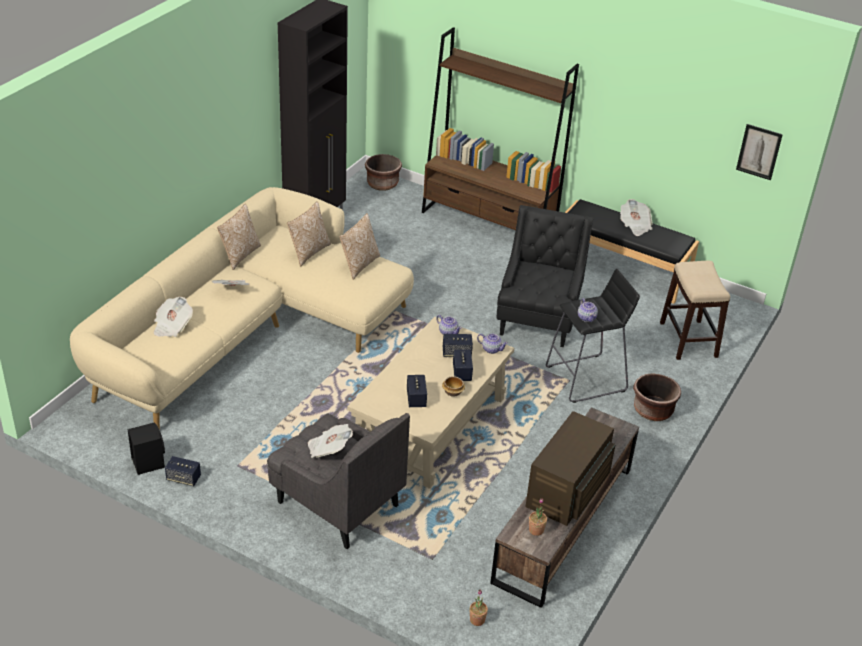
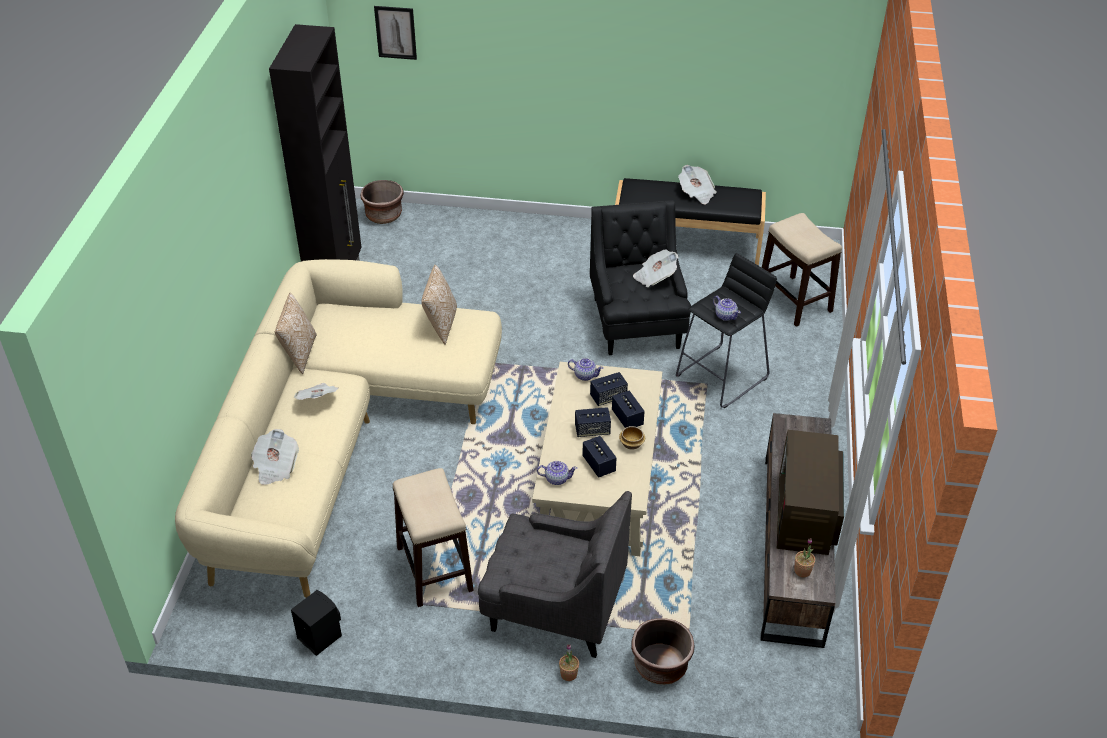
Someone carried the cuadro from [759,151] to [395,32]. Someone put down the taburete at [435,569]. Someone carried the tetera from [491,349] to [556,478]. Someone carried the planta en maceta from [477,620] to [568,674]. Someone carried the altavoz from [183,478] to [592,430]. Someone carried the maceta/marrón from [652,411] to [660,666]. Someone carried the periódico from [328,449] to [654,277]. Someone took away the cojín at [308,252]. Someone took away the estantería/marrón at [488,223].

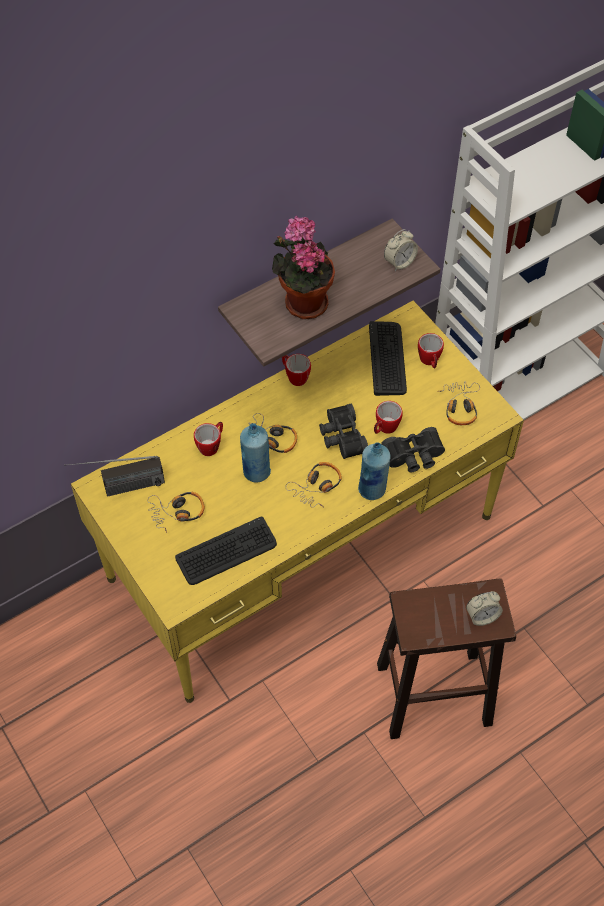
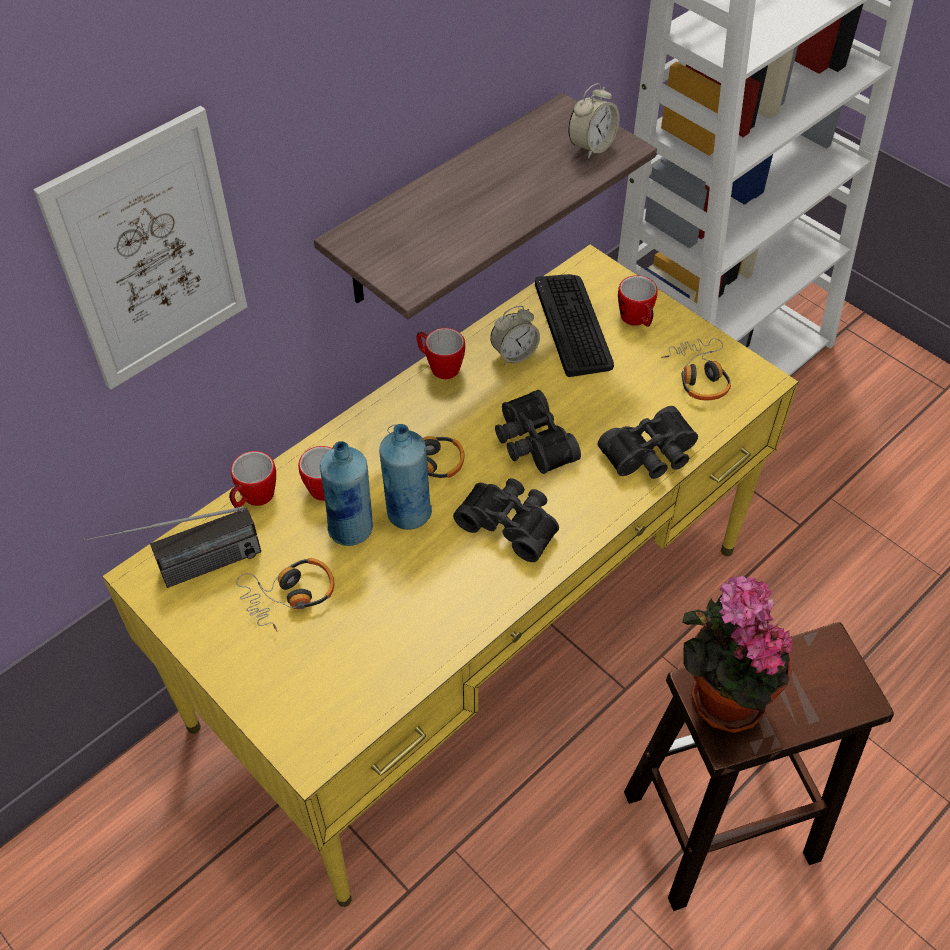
Someone put up the cuadro at [150,253]. Someone carried the taza grande from [384,428] to [254,498]. Someone carried the botella/azul from [372,490] to [351,529]. Someone swapped the auriculares at [317,487] for the prismáticos/negro at [510,523]. Someone carried the despertador from [482,616] to [514,354]. Someone carried the planta en maceta from [303,301] to [720,696]. Someone took away the teclado at [226,552].

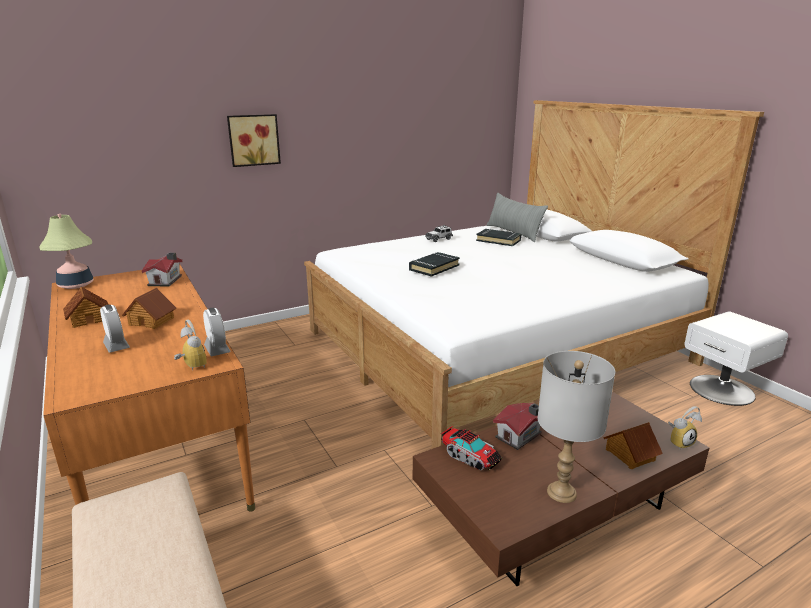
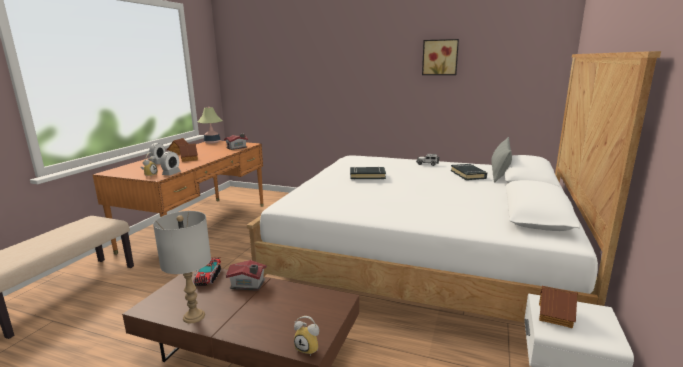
Someone carried the cuadro from [253,140] to [440,57]. Someone carried the casita from [629,455] to [554,315].

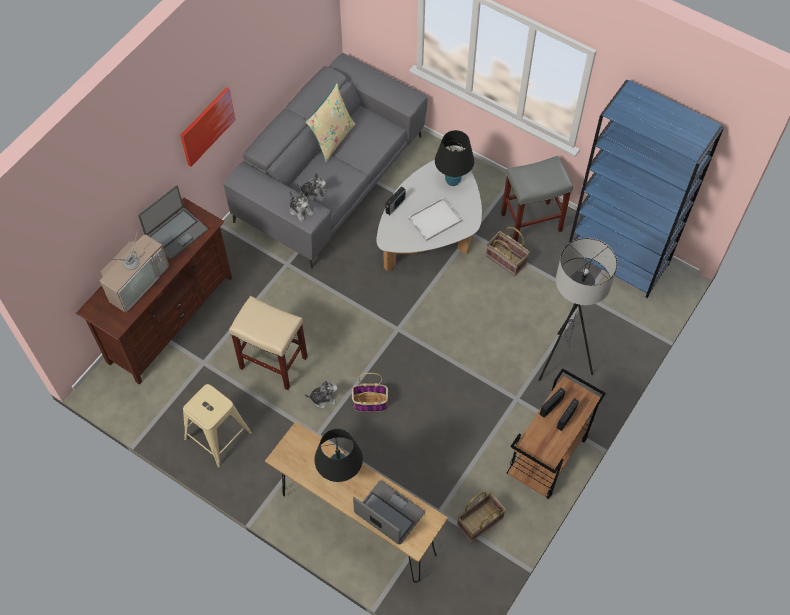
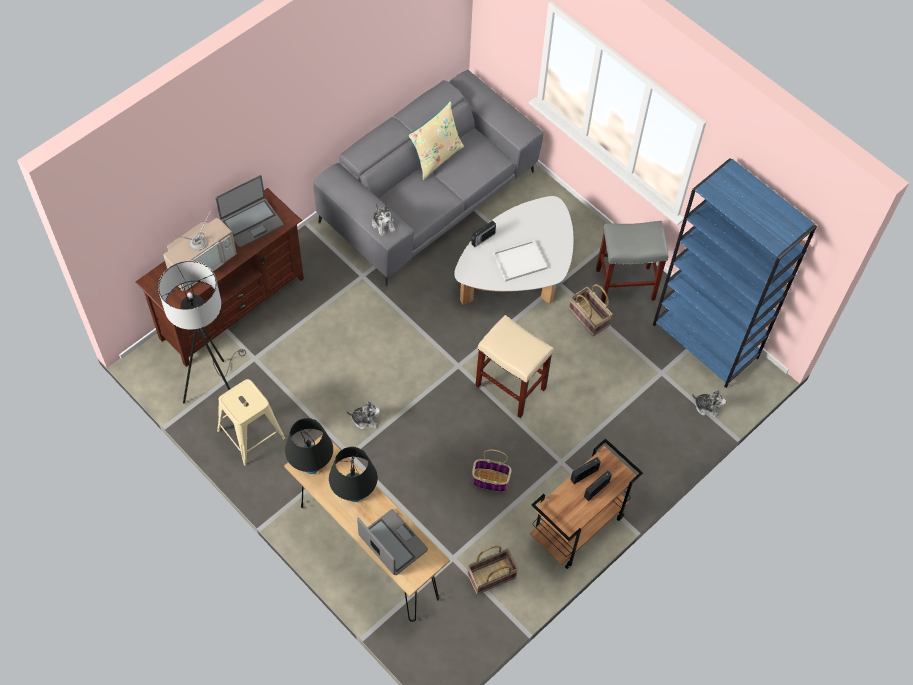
Someone carried the lámpara de pie/gris from [561,358] to [216,386]. Someone carried the lámpara de mesa/negro from [453,180] to [311,466]. Someone carried the cesta from [369,402] to [489,480]. Someone carried the taburete/beis from [272,362] to [509,387]. Someone carried the peluche from [313,193] to [707,406]. Someone took away the cuadro at [207,126].

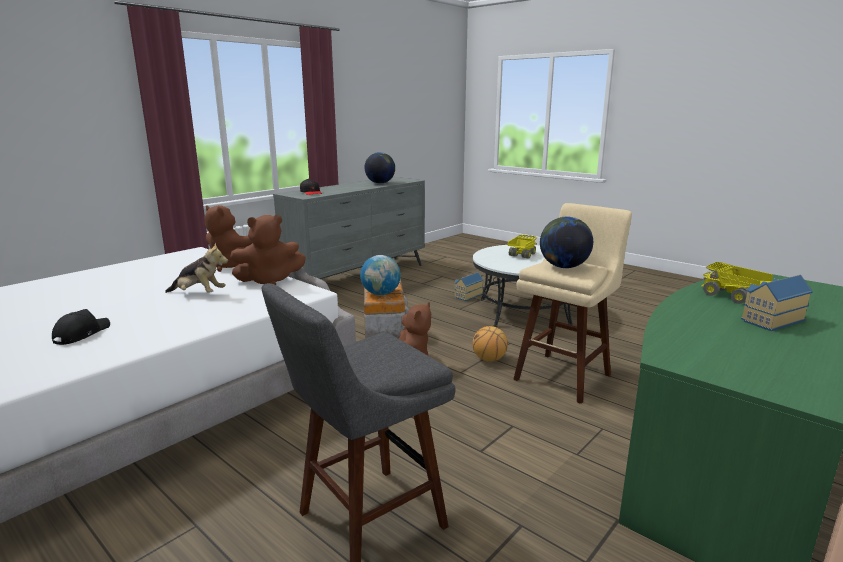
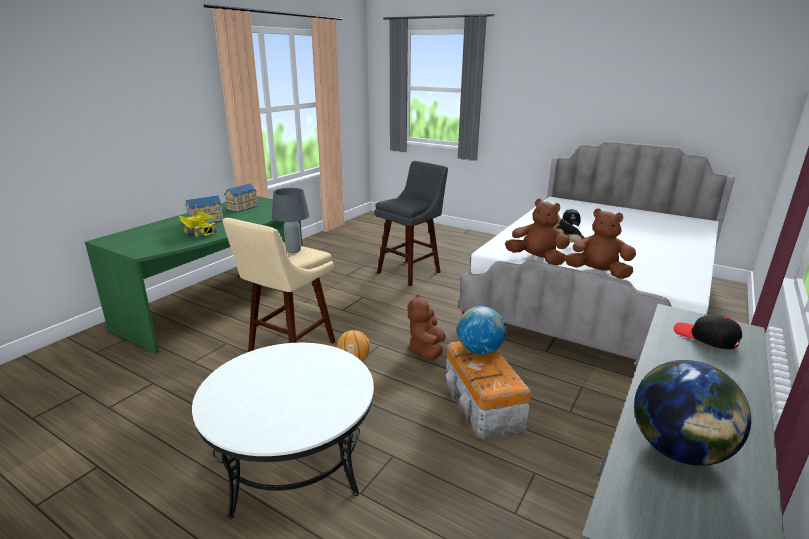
Someone carried the casita from [467,295] to [243,207]. Someone swapped the globo terráqueo at [563,267] for the lámpara de mesa/gris at [294,251]. Someone rotated the peluche/marrón at [269,281] by 60 degrees clockwise. Someone took away the camión de juguete at [521,255].

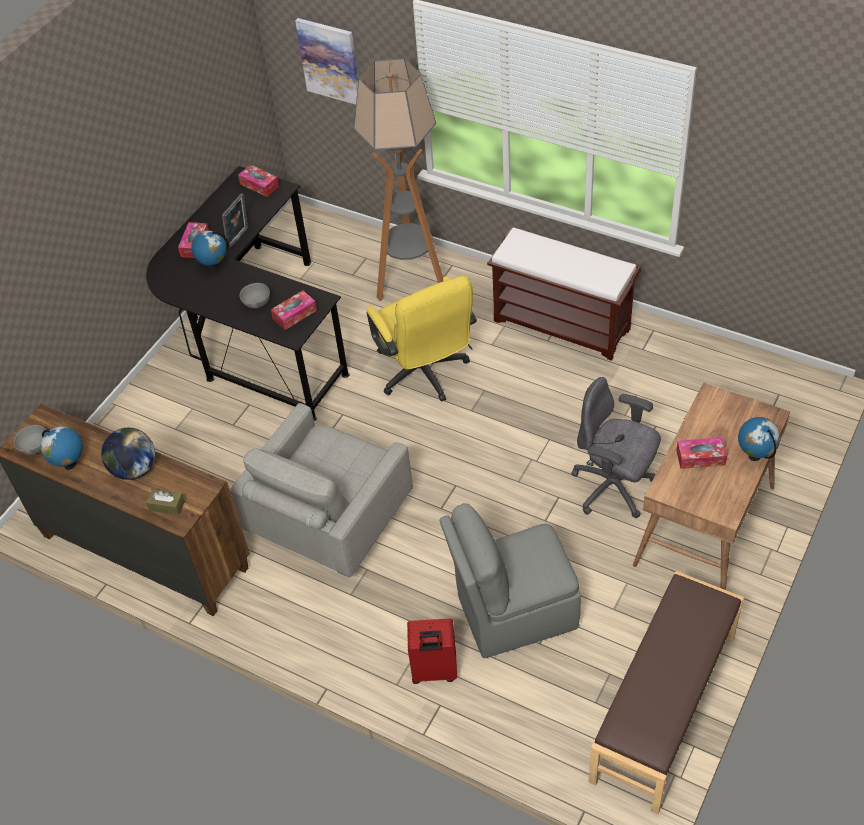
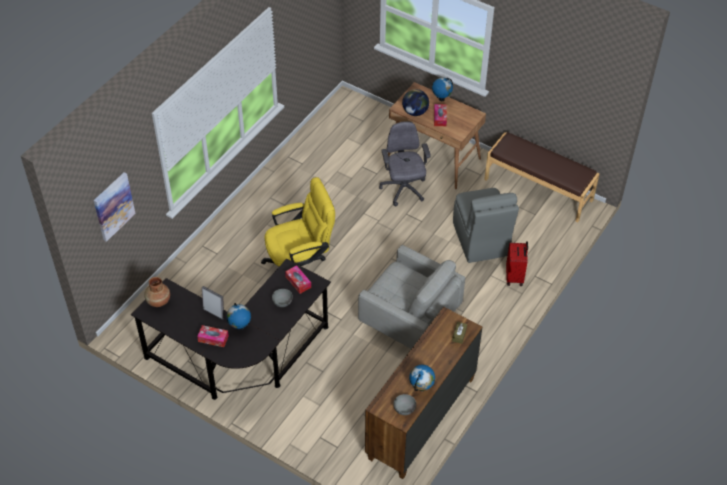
Someone swapped the caja de pañuelos at [259,185] for the florero/marrón at [158,301]. Someone rotated the silla de oficina/gris at [613,488] by 135 degrees clockwise. Someone carried the globo terráqueo from [134,469] to [415,112]. Someone took away the lámpara de pie at [411,283]. Someone took away the banco/marrón at [563,325].

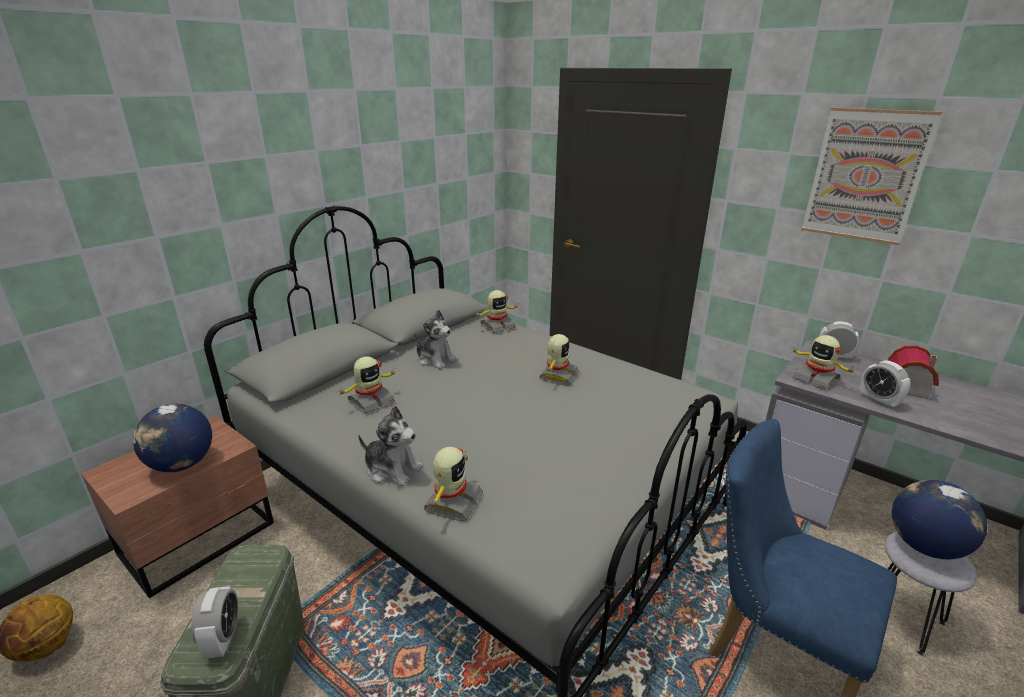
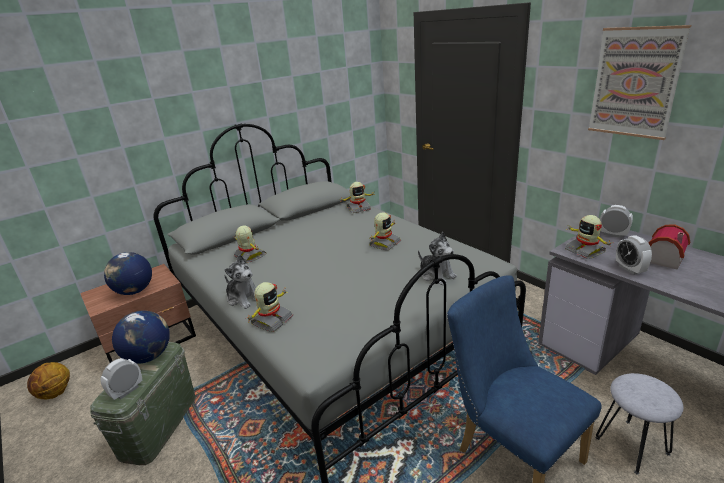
Someone rotated the despertador at [223,639] by 150 degrees counterclockwise. Someone carried the globo terráqueo from [924,546] to [149,356]. Someone rotated the robot de juguete at [370,401] by 105 degrees counterclockwise. Someone carried the peluche from [435,359] to [436,275].

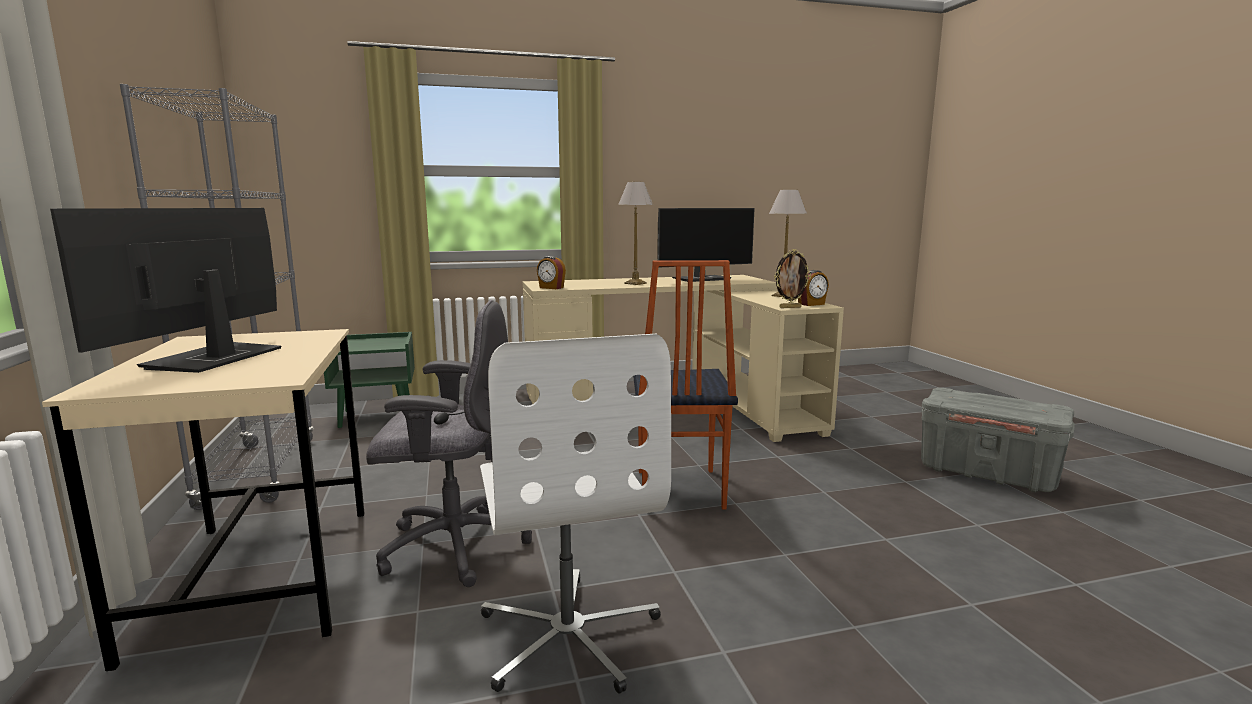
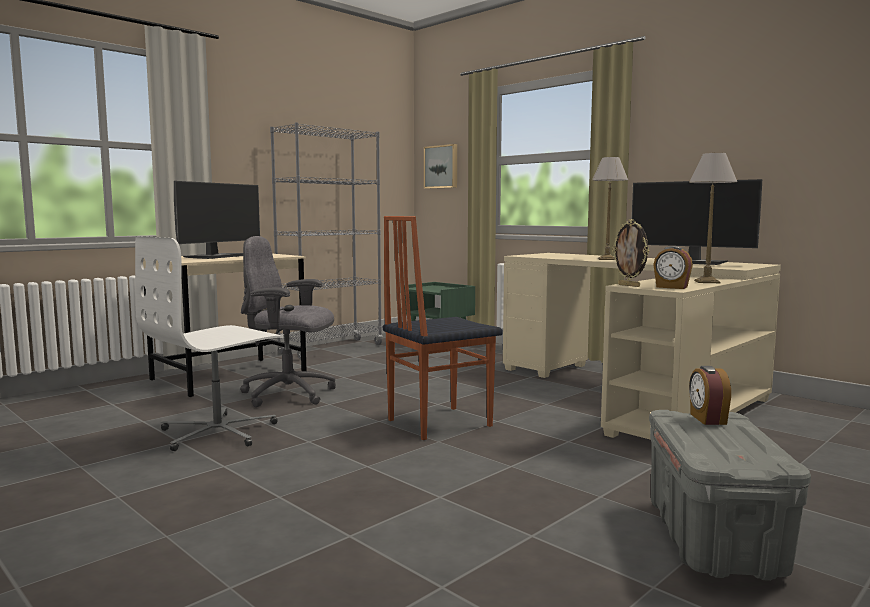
Someone rotated the monitor at [213,359] by 135 degrees clockwise. Someone rotated the silla de oficina/gris at [452,546] by 135 degrees clockwise. Someone put up the cuadro at [441,167]. Someone carried the despertador from [551,288] to [707,419].

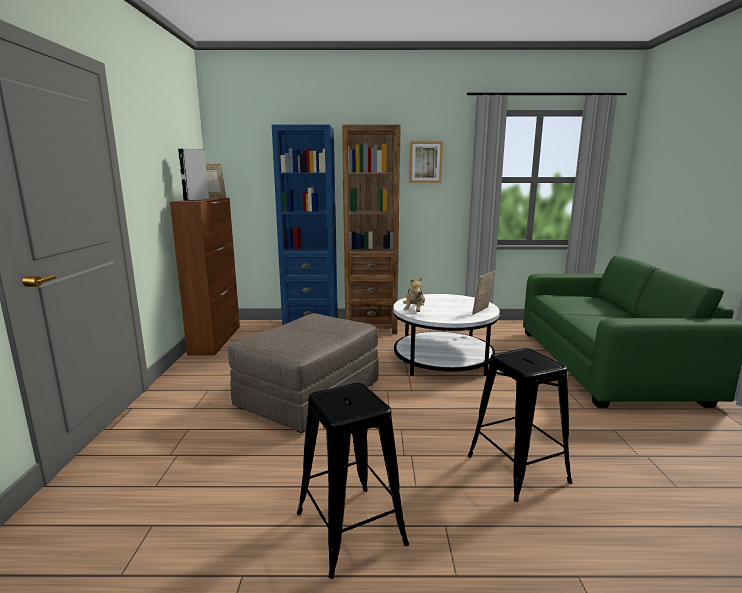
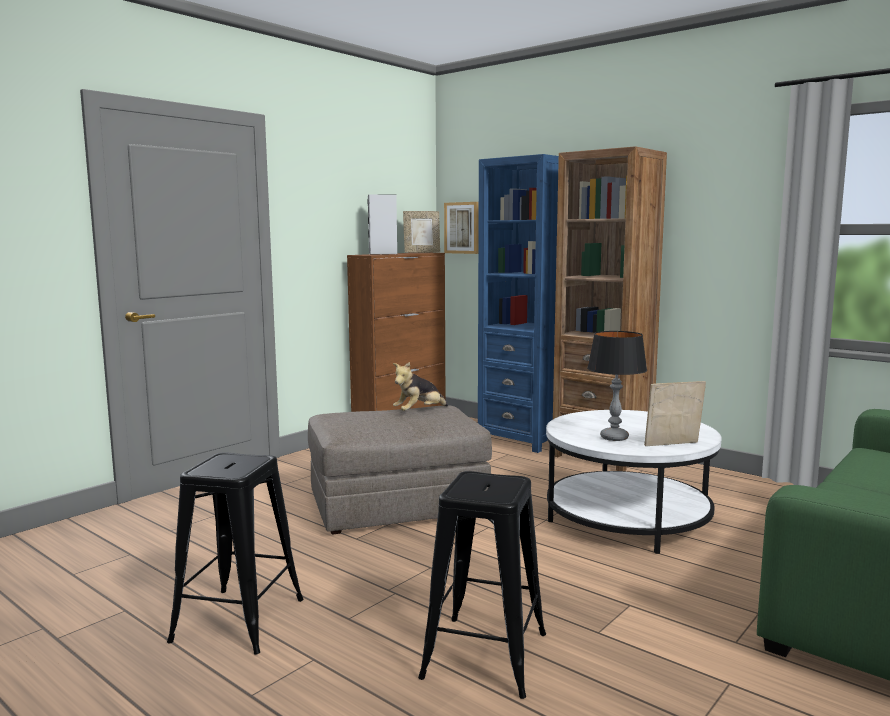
Someone carried the peluche from [414,311] to [419,412]. Someone carried the cuadro from [425,162] to [462,228]. Someone put down the lámpara de mesa at [614,437].

